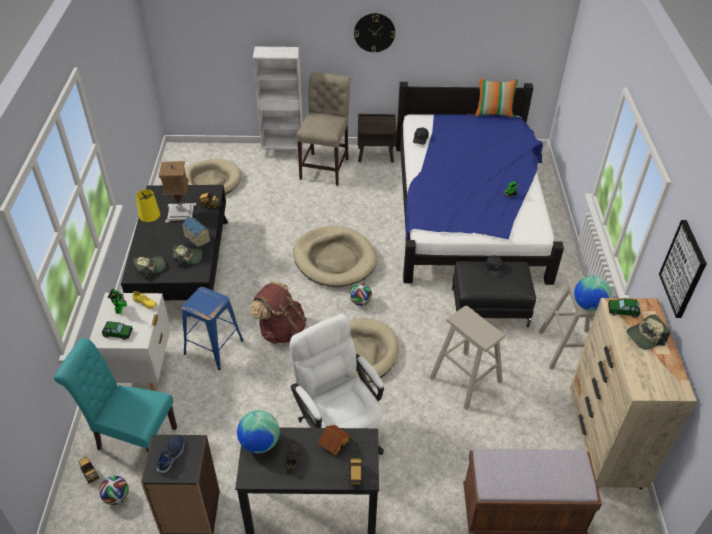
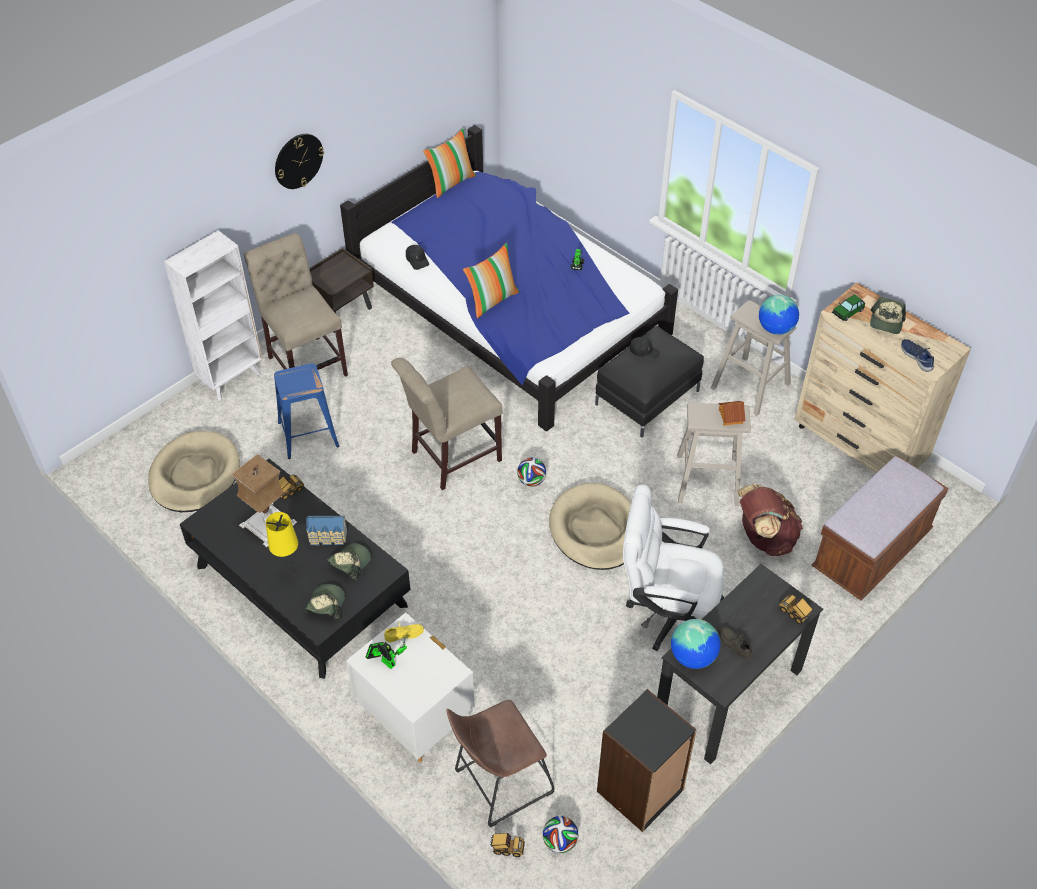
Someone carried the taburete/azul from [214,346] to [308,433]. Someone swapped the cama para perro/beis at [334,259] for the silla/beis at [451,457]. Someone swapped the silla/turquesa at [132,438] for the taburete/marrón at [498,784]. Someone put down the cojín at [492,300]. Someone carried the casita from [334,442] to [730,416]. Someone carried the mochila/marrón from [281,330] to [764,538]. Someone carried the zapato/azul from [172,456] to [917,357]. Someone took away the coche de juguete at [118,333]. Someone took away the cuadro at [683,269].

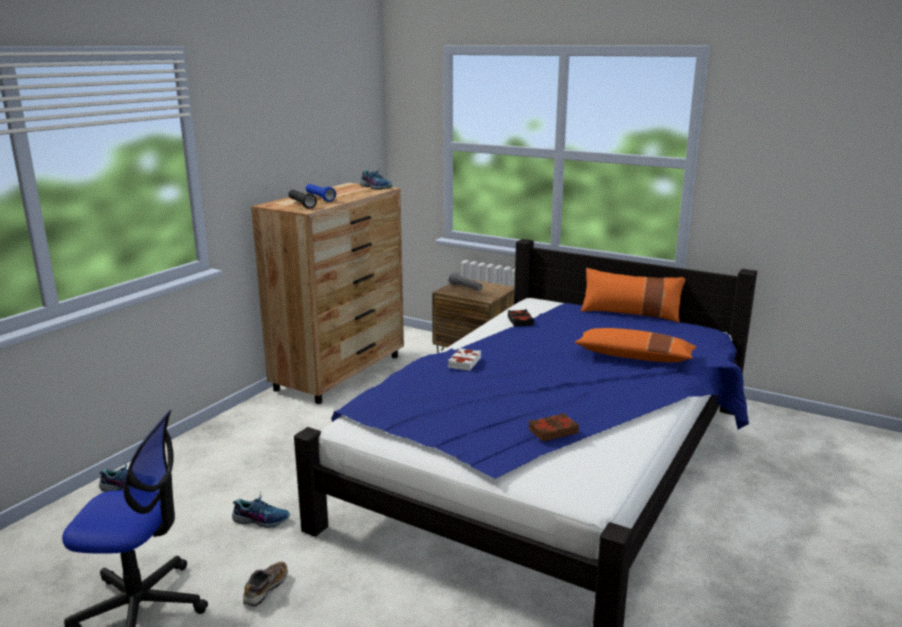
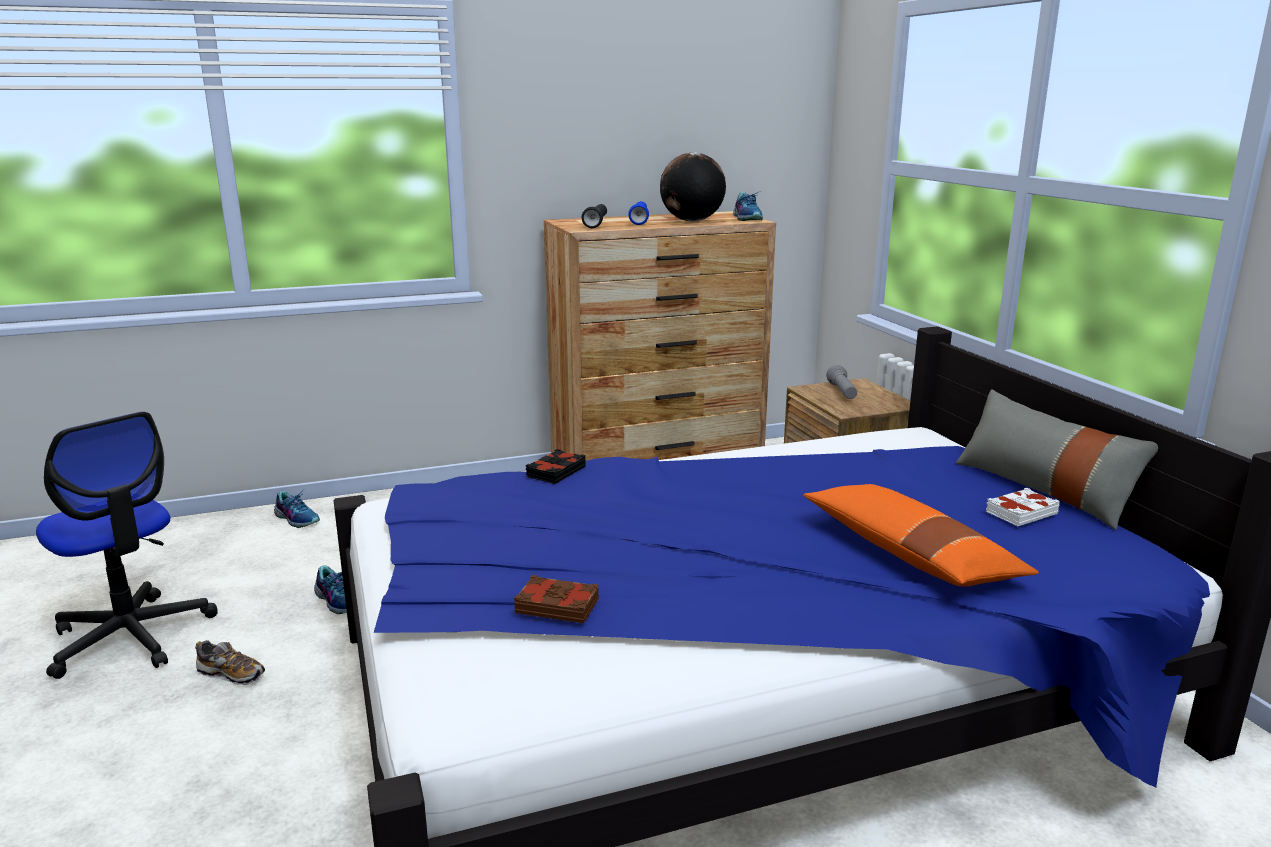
Someone rotated the zapato at [266,589] by 45 degrees clockwise. Someone carried the libro/negro from [519,321] to [555,472]. Someone put down the globo terráqueo at [691,221]. Someone repainted the cojín/naranja at [630,313], which became the cojín/gris at [1043,490]. Someone carried the libro/blanco from [464,362] to [1020,512].

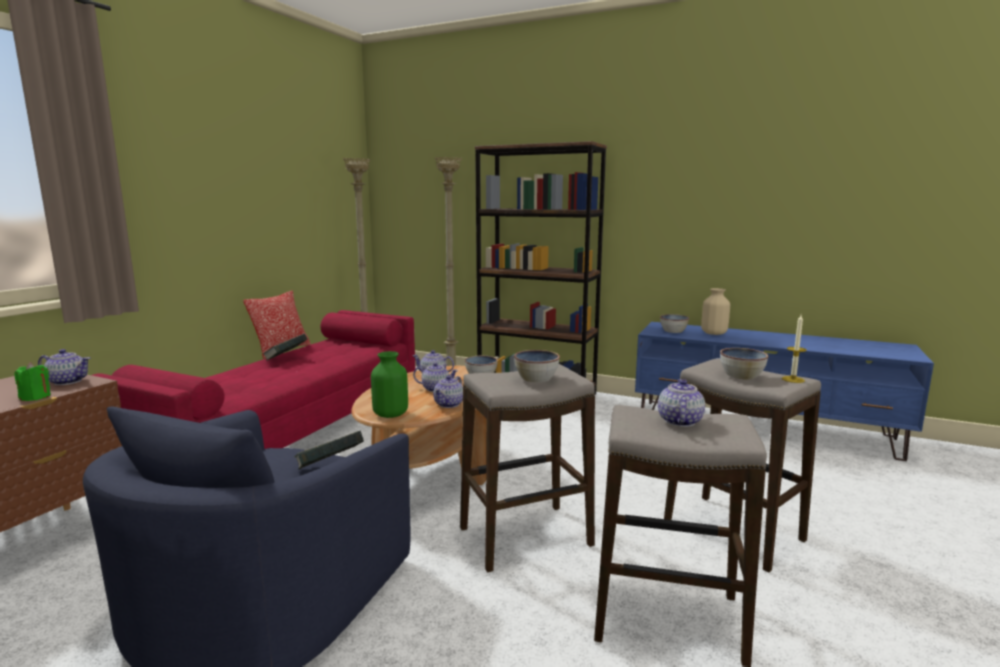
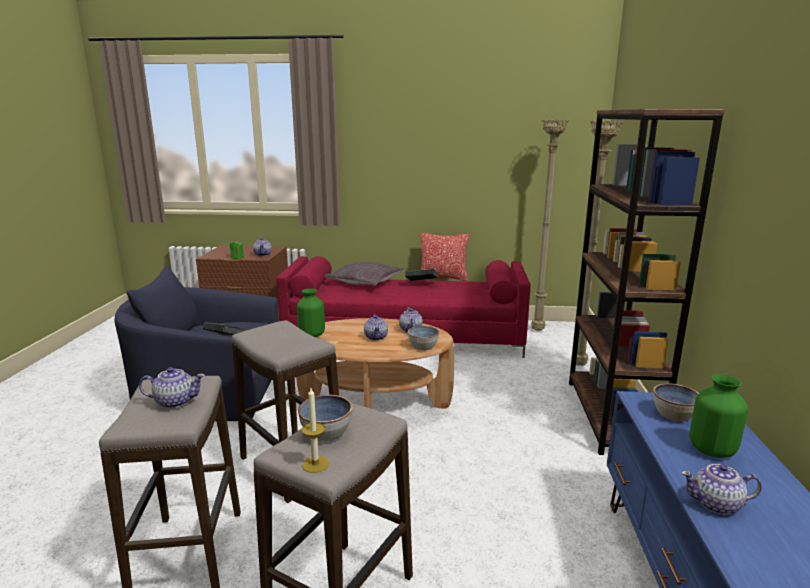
Someone put down the cojín/gris at [364,281]. Someone carried the tetera from [449,404] to [716,504]. Someone repainted the florero/beis at [713,333], which became the florero/verde at [712,450]. Someone took away the cuenco at [536,378].

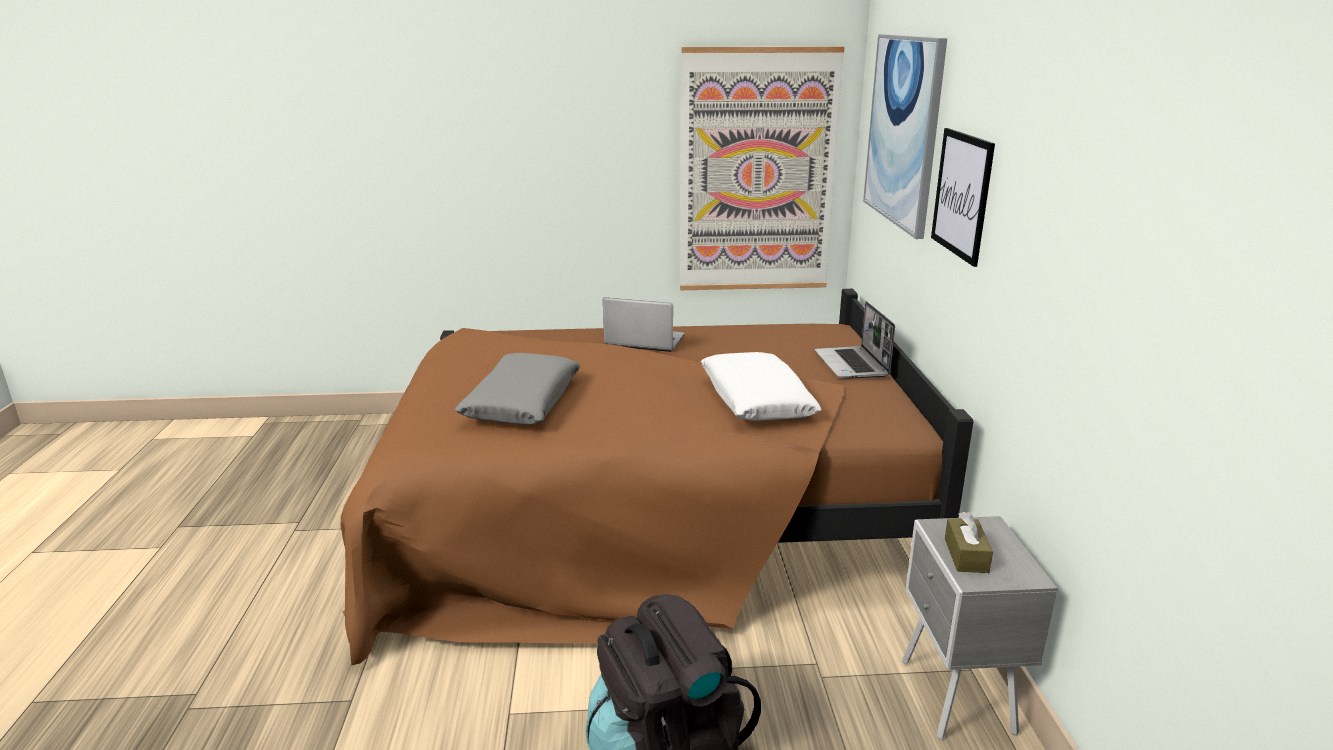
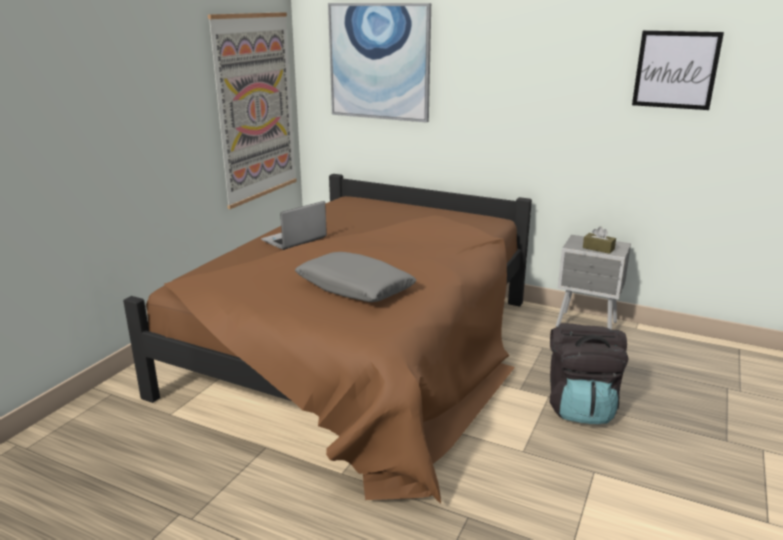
Someone carried the cuadro from [961,194] to [676,70]. Someone took away the cojín/blanco at [756,400]. Someone took away the portátil at [852,365].

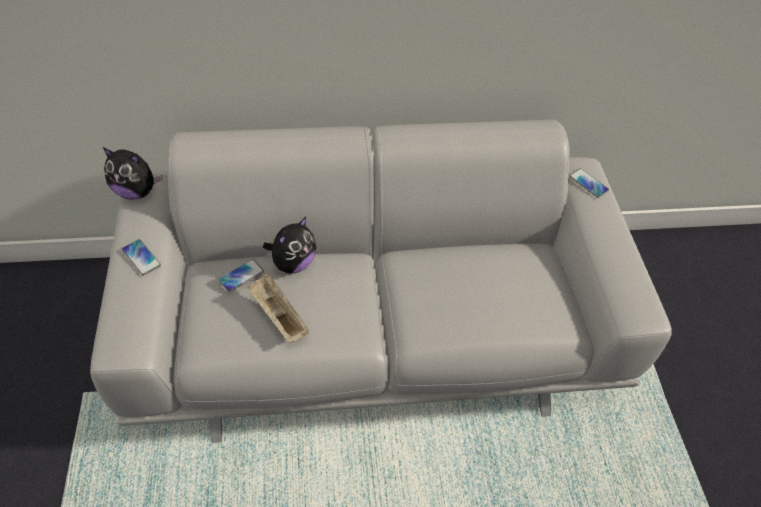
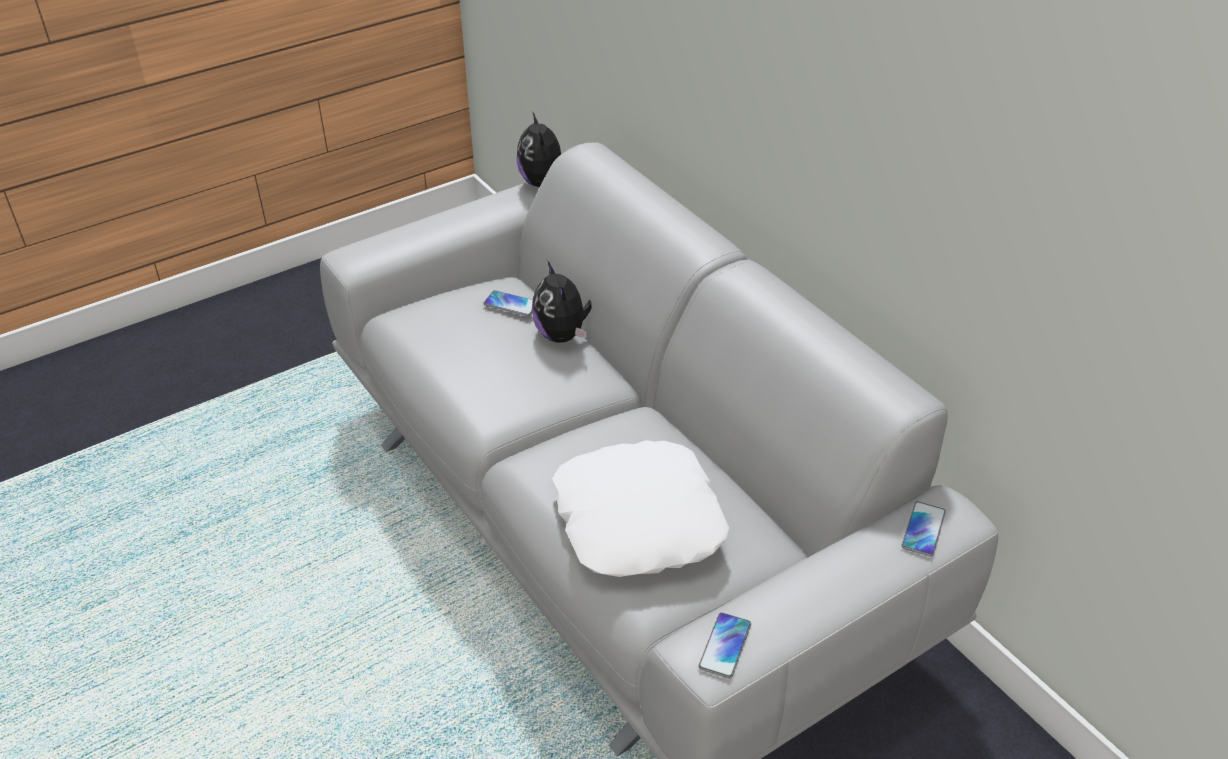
Someone rotated the peluche at [293,263] by 60 degrees clockwise. Someone put down the cojín/blanco at [637,520]. Someone carried the móvil from [141,258] to [725,646]. Someone took away the bandeja/beis at [278,315].

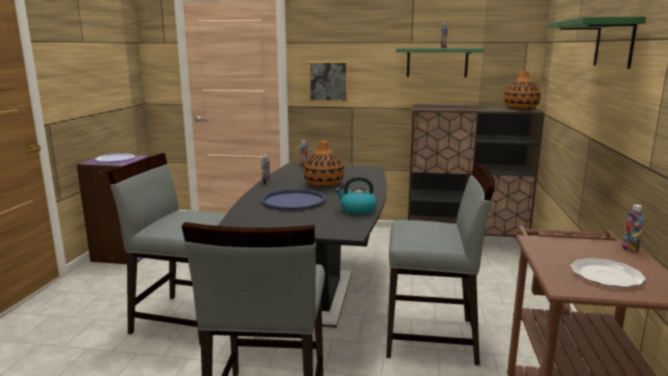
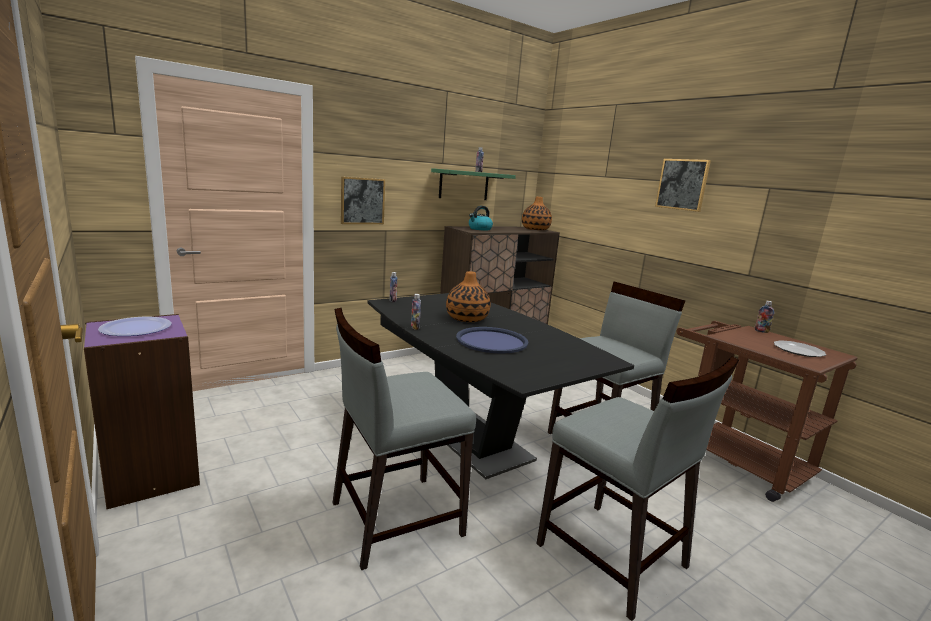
Someone carried the hervidor from [357,210] to [479,229]. Someone swapped the estante/verde at [614,43] for the cuadro at [682,184].

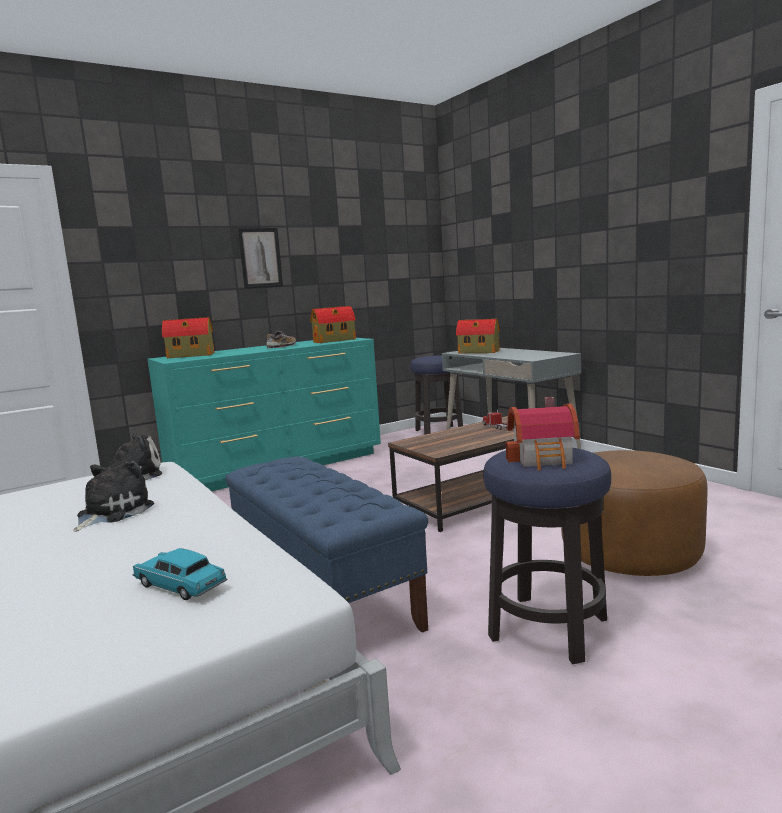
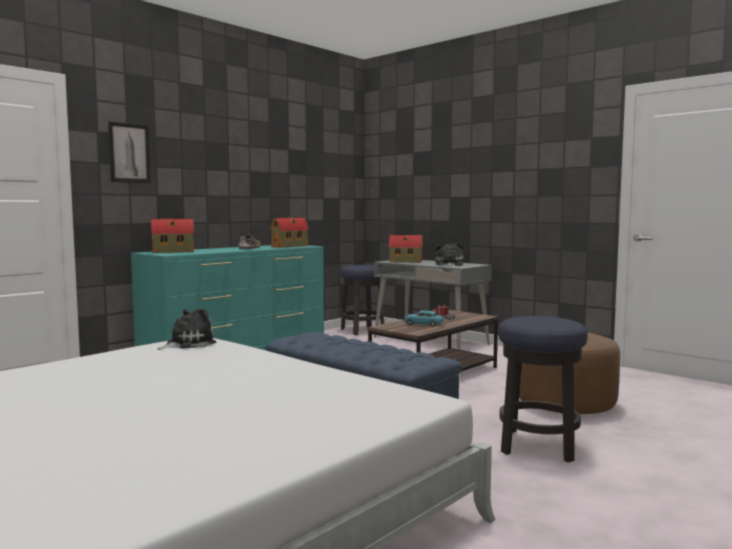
Someone carried the cuadro from [260,258] to [129,153]. Someone carried the coche de juguete/turquesa from [180,587] to [423,324]. Someone carried the peluche from [111,513] to [449,264]. Someone took away the casita at [545,459].

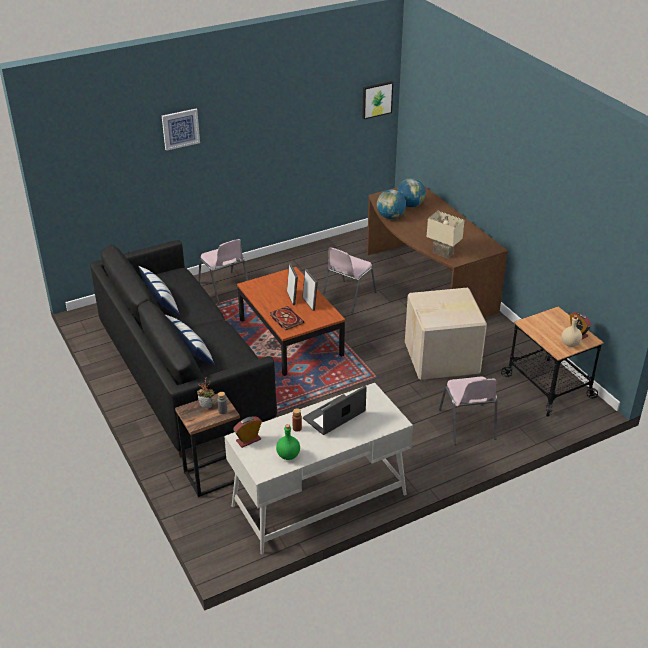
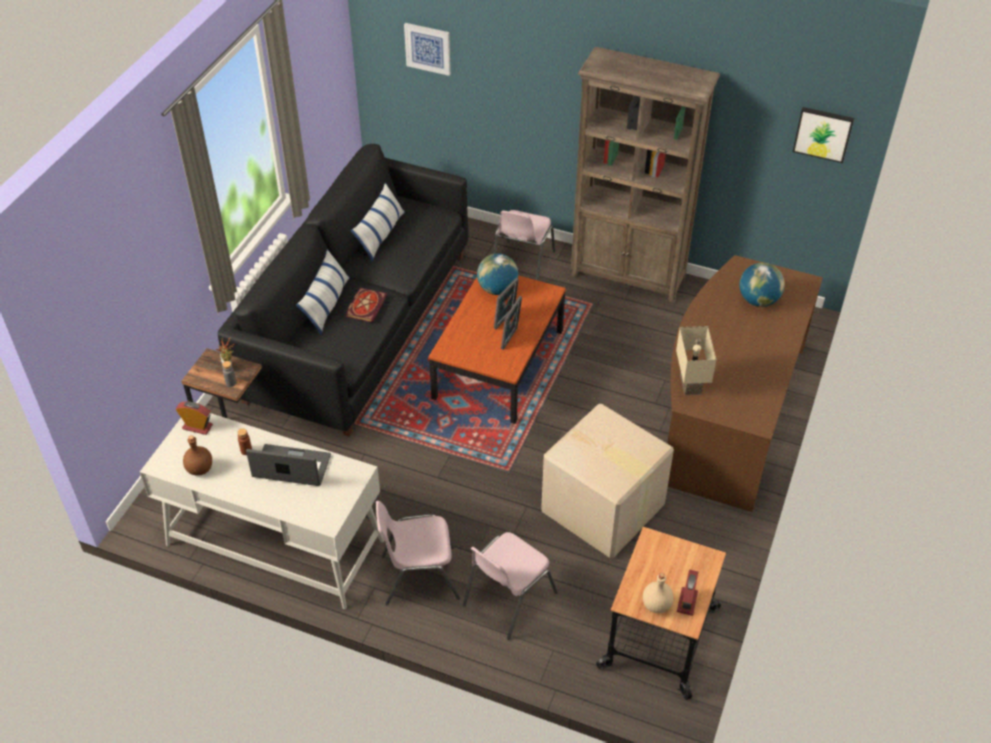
Someone repainted the botella/verde at [288,456], which became the botella/marrón at [199,469]. Someone carried the libro from [285,319] to [366,305]. Someone carried the silla/rosa from [348,297] to [418,576]. Someone carried the cuadro from [180,129] to [428,48]. Someone carried the globo terráqueo from [390,217] to [497,289]. Someone put down the estantería/marrón at [628,277].

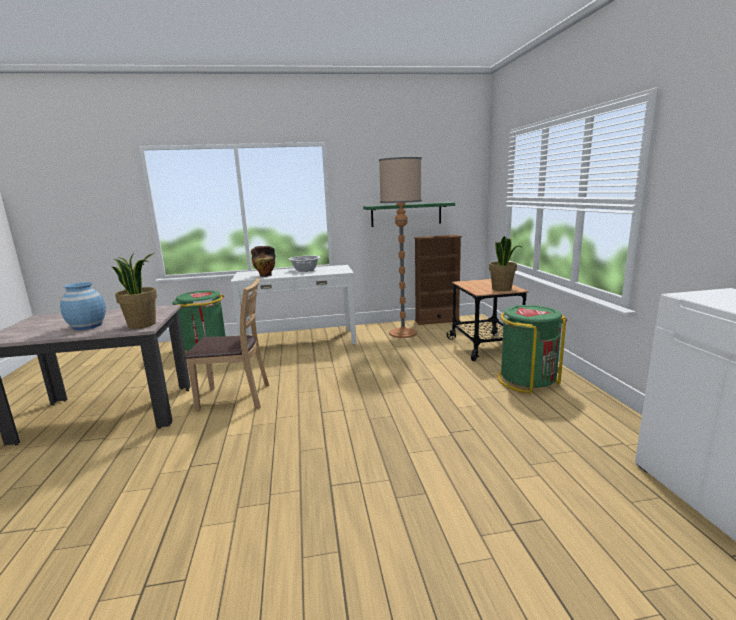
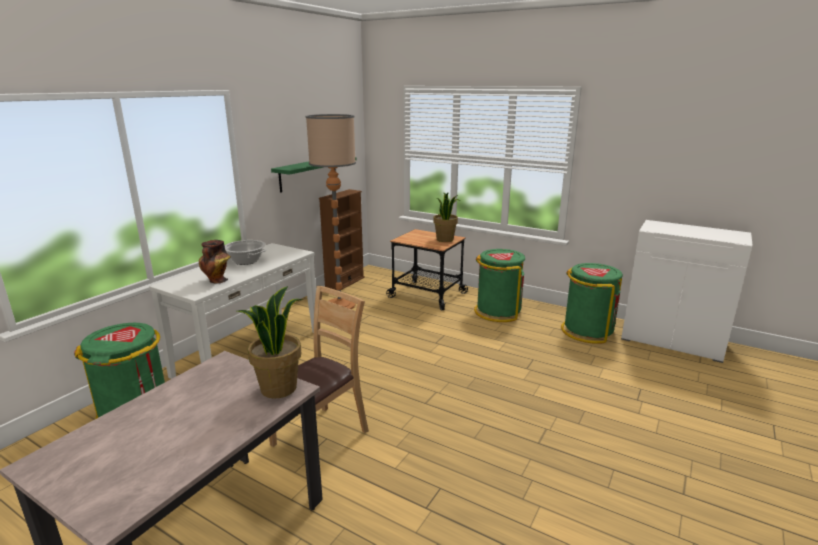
Someone put down the papelera/verde at [587,331]. Someone took away the florero/azul at [87,326].

